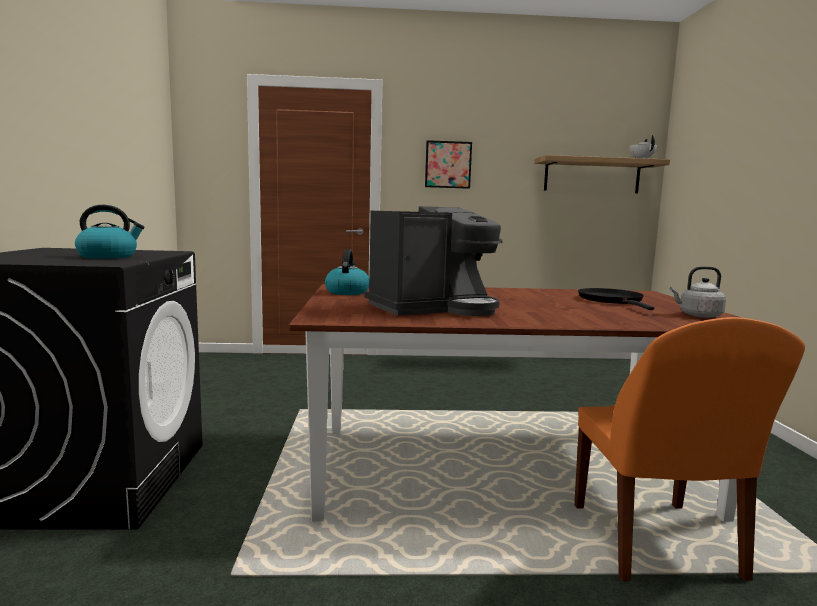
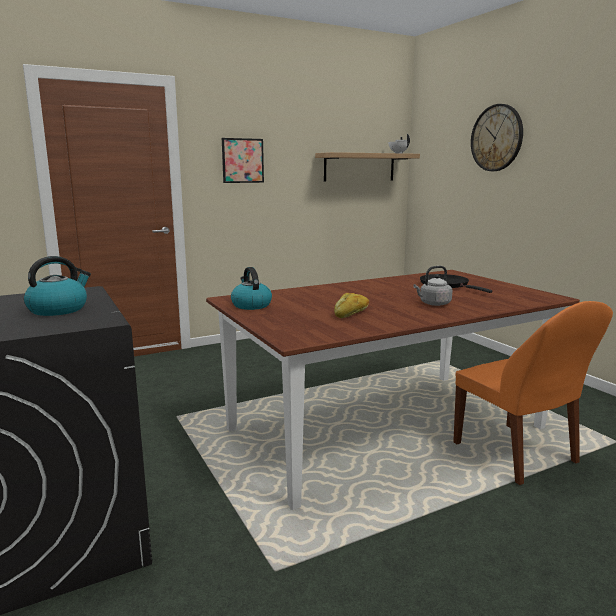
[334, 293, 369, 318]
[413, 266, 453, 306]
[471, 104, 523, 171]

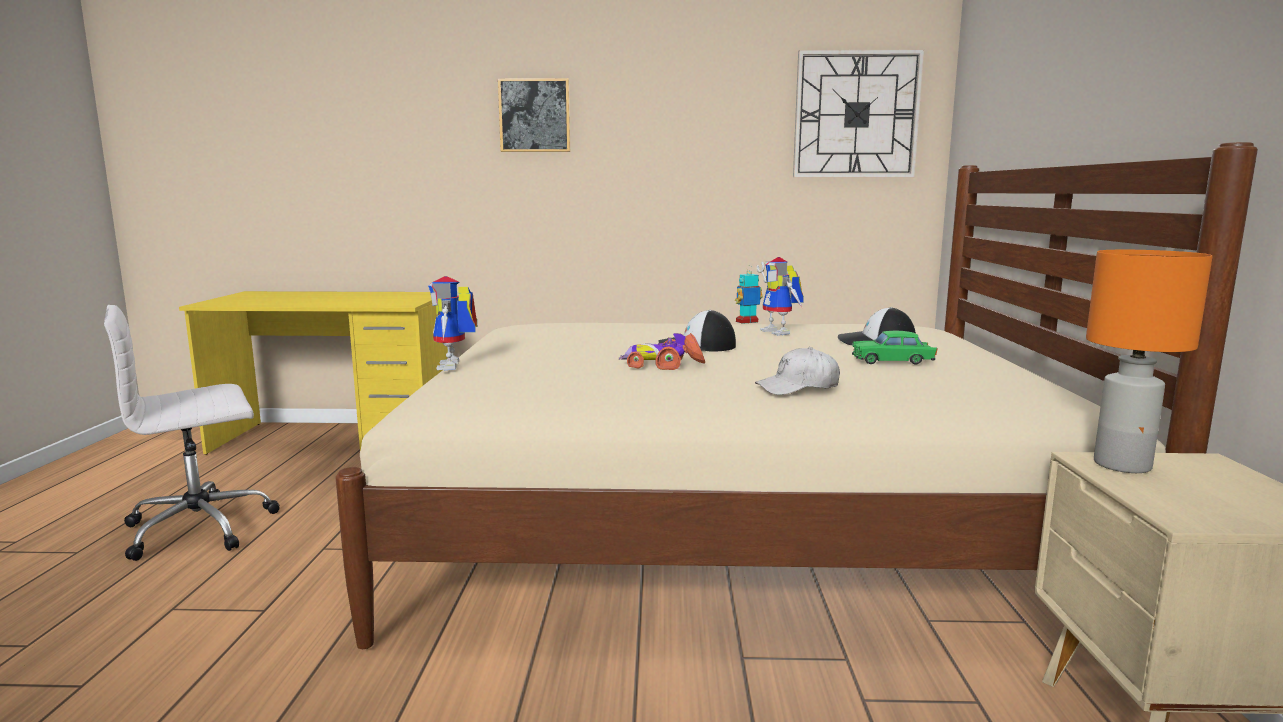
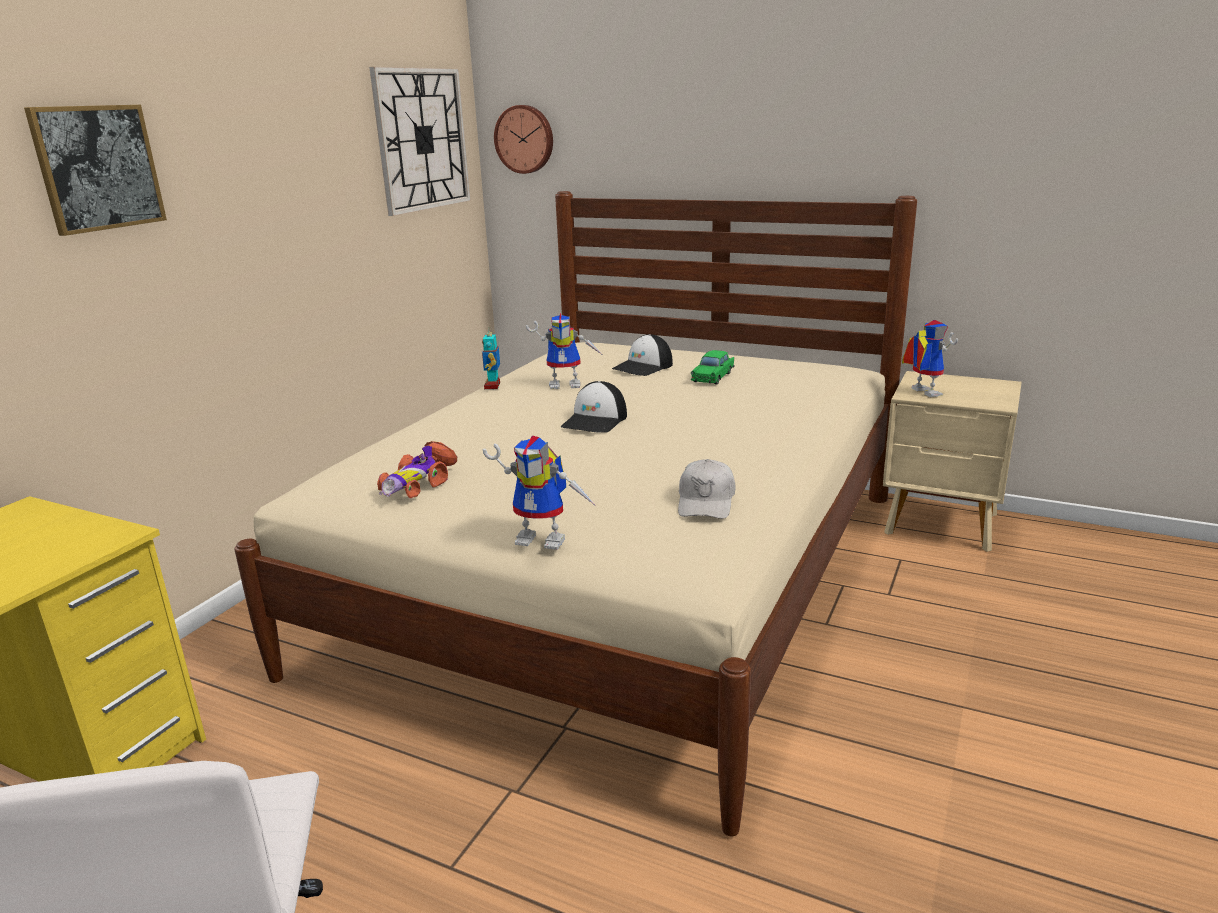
[902, 320, 958, 397]
[377, 441, 457, 498]
[678, 459, 736, 519]
[494, 105, 553, 174]

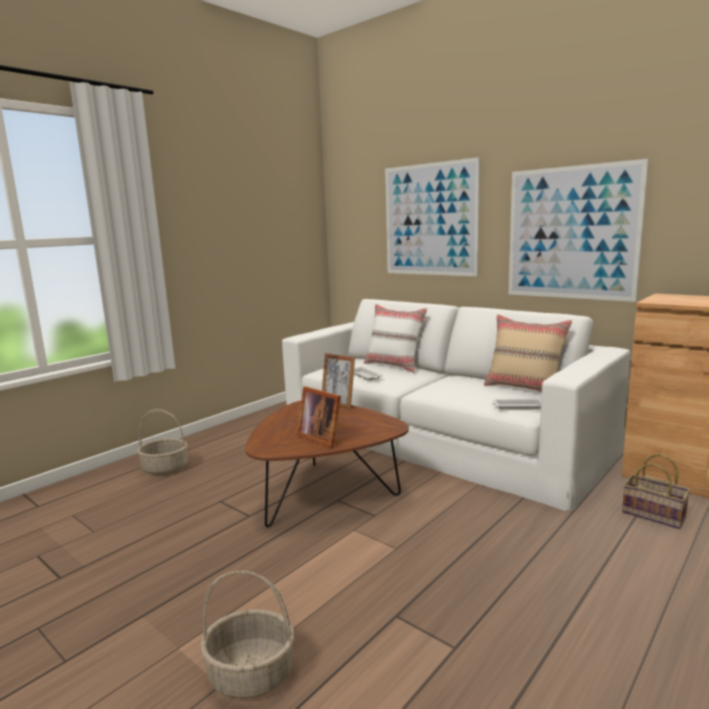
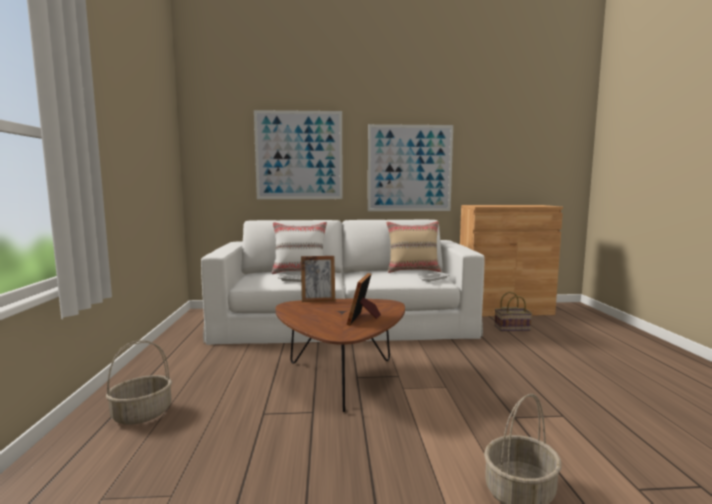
[346, 273, 381, 326]

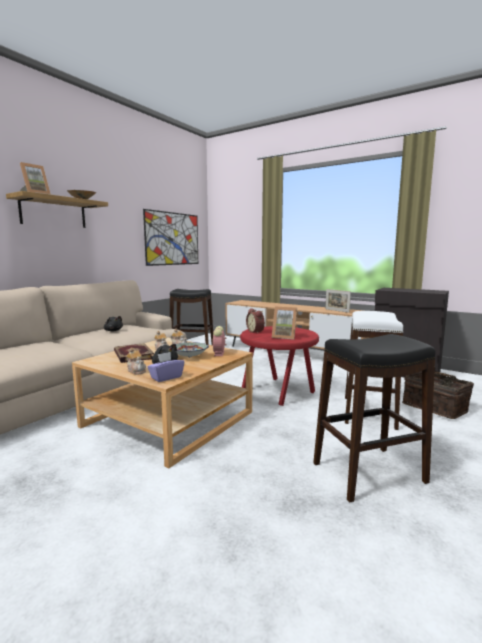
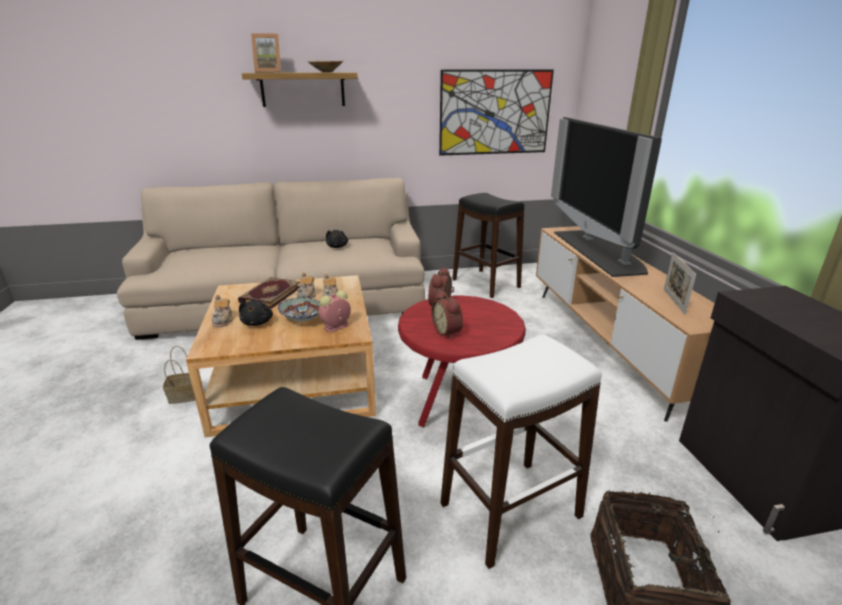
[431, 290, 463, 339]
[147, 352, 184, 382] (first image)
[551, 117, 662, 277]
[163, 346, 195, 404]

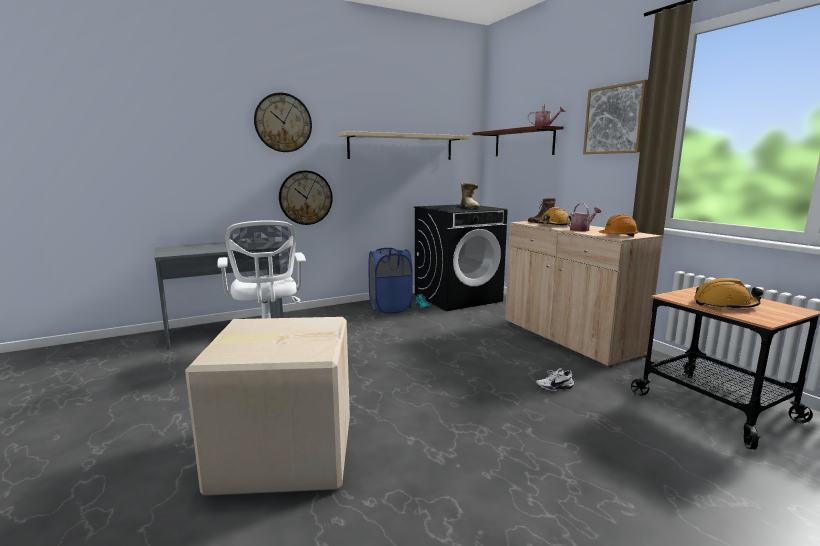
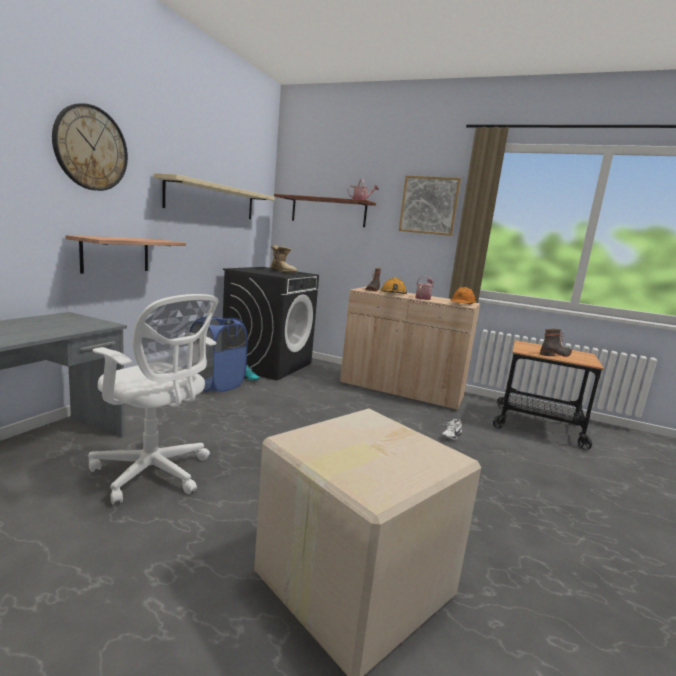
[65, 235, 186, 274]
[540, 329, 572, 357]

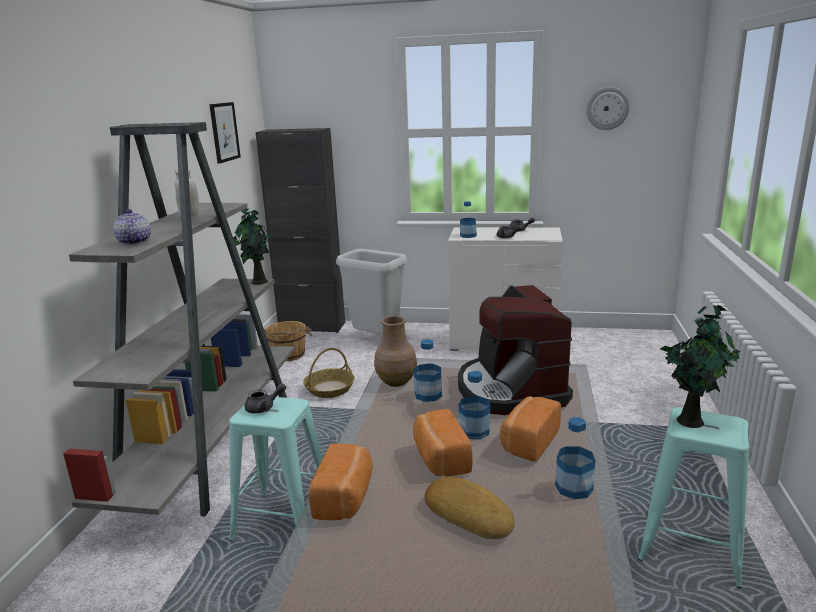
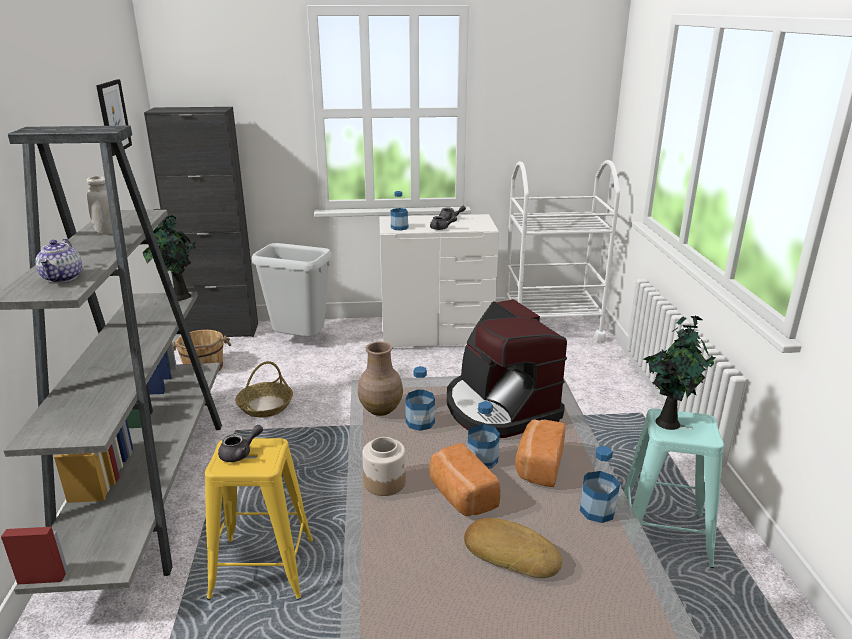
[586, 87, 630, 130] (first image)
[35, 239, 82, 283]
[205, 438, 313, 600]
[309, 443, 373, 520] (first image)
[505, 160, 620, 343]
[362, 437, 406, 496]

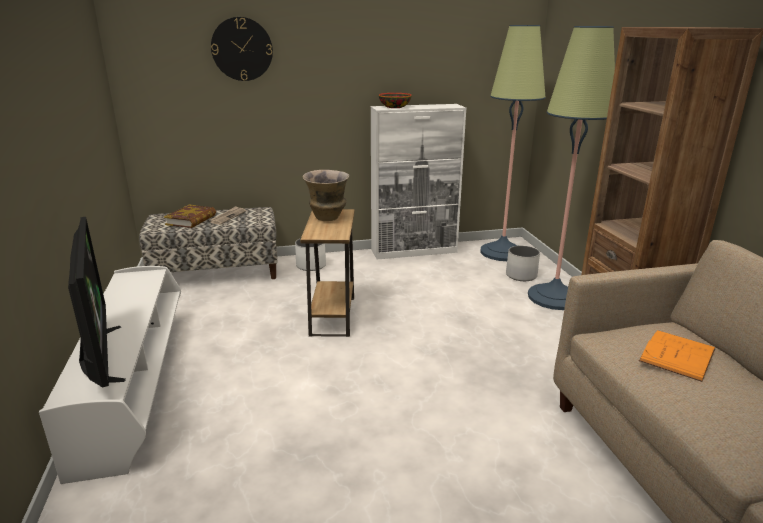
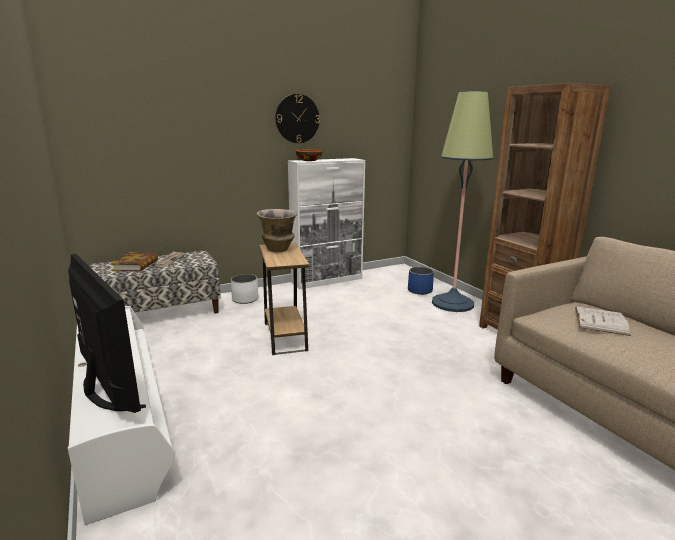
[275, 94, 320, 143]
[481, 25, 546, 261] (first image)
[408, 267, 434, 295]
[575, 306, 631, 336]

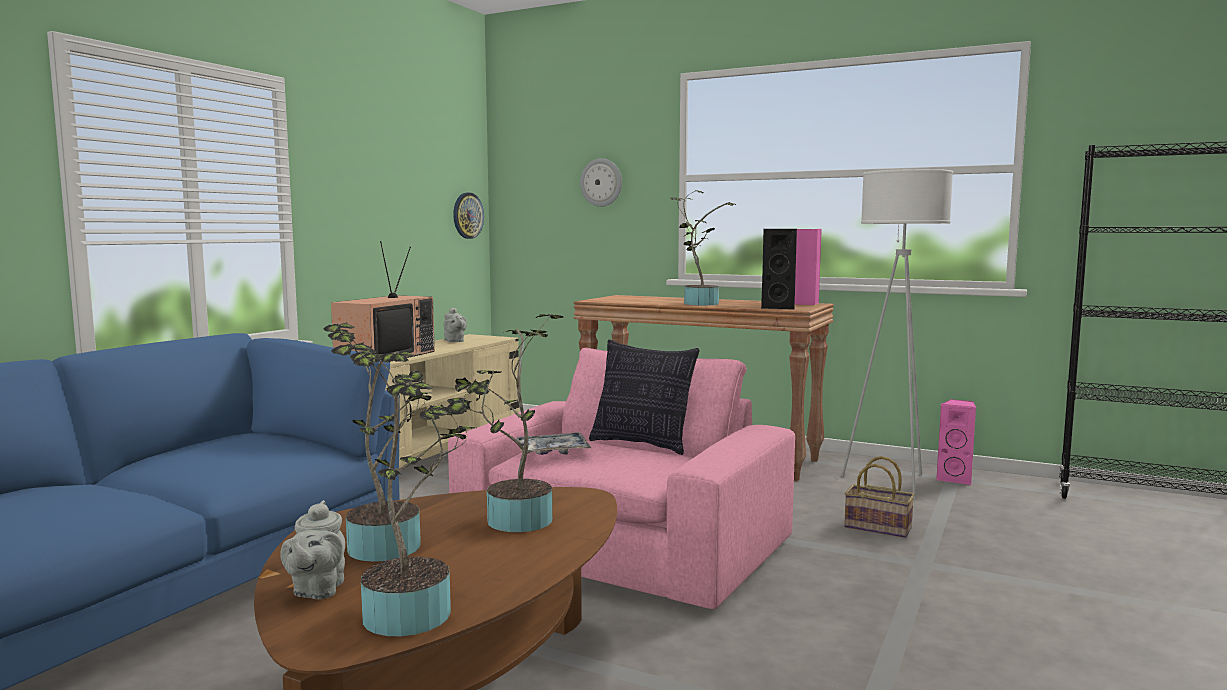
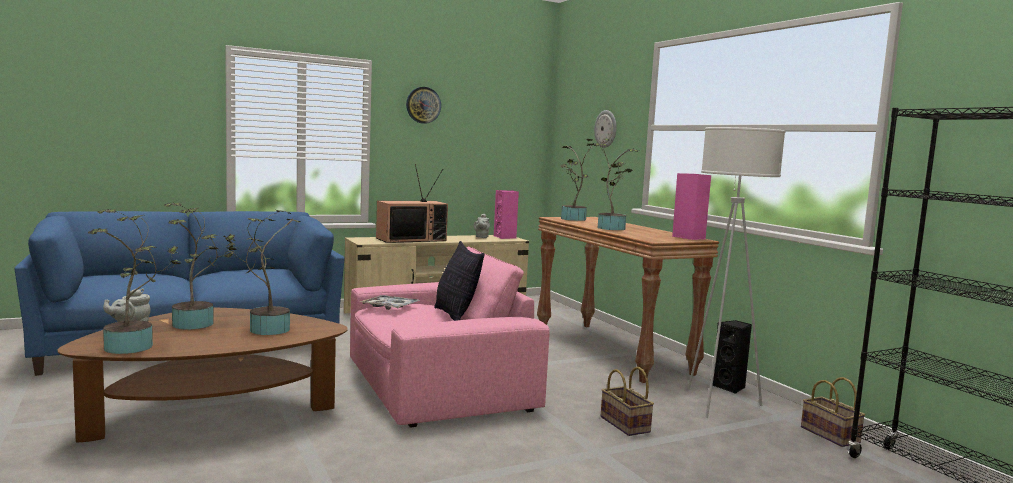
[406, 87, 441, 124]
[713, 320, 752, 394]
[494, 190, 519, 239]
[560, 139, 596, 221]
[801, 377, 865, 447]

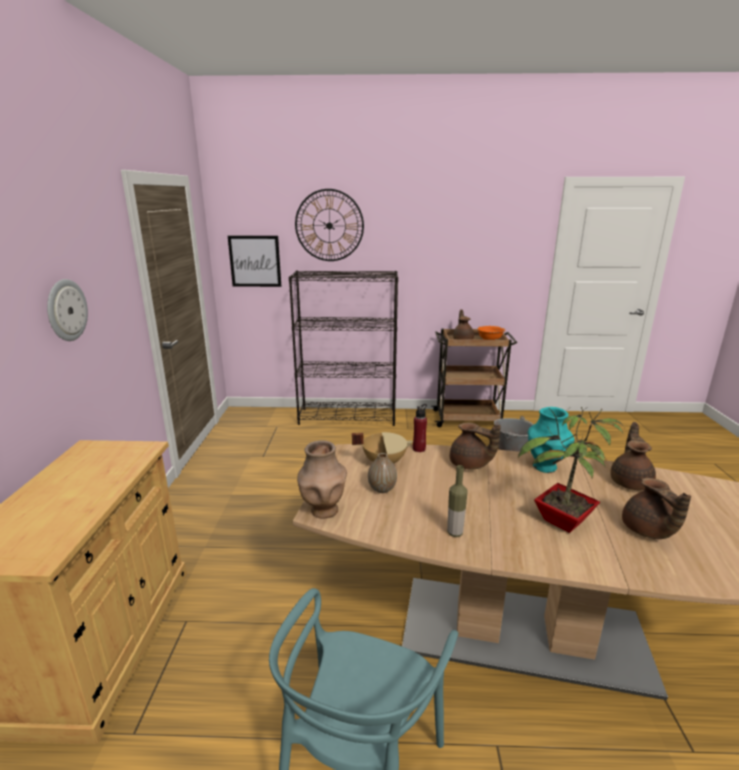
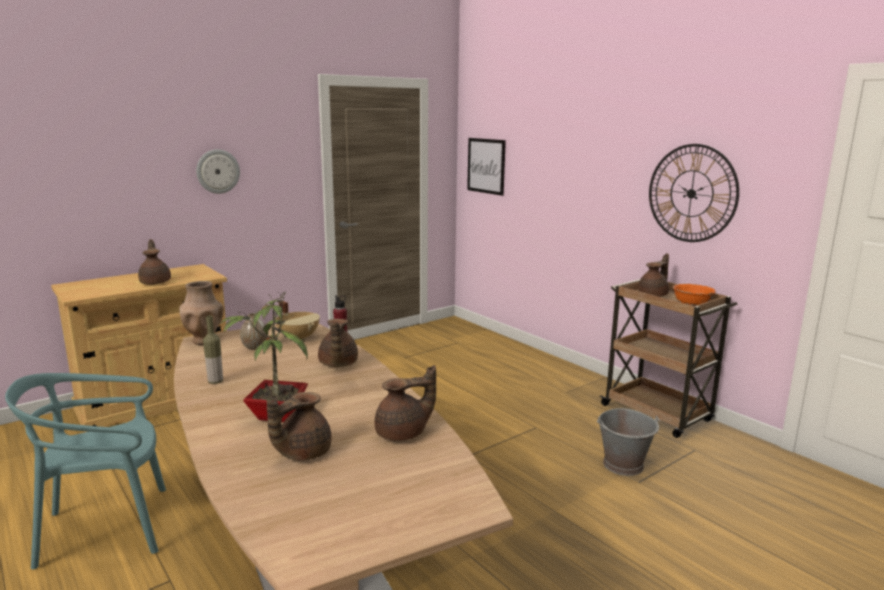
[649, 144, 739, 242]
[289, 270, 398, 426] (first image)
[528, 407, 575, 473] (first image)
[138, 239, 171, 285]

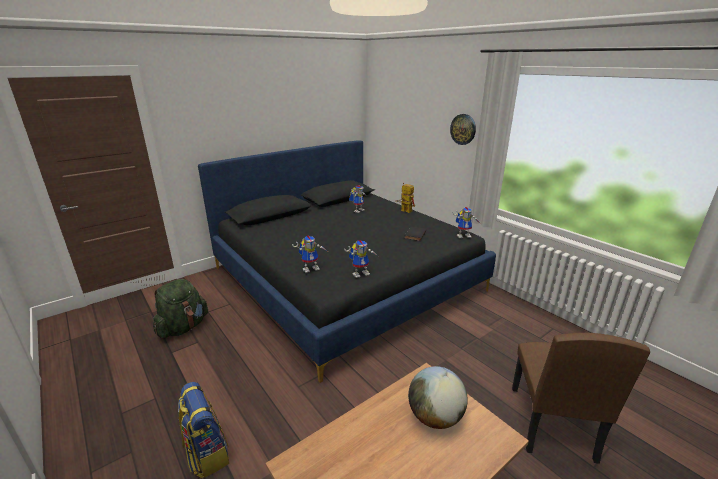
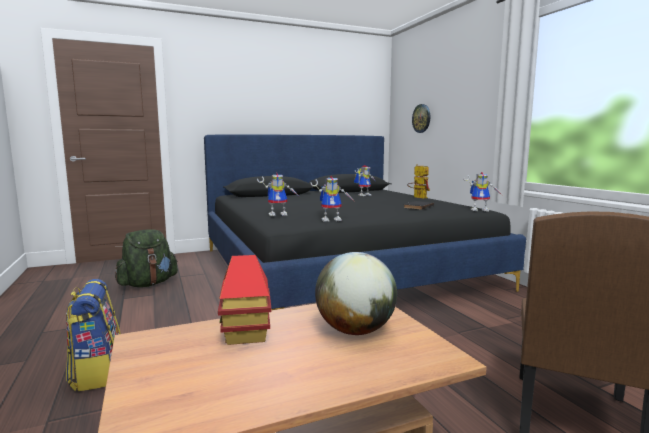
[412, 104, 430, 133]
[218, 255, 272, 345]

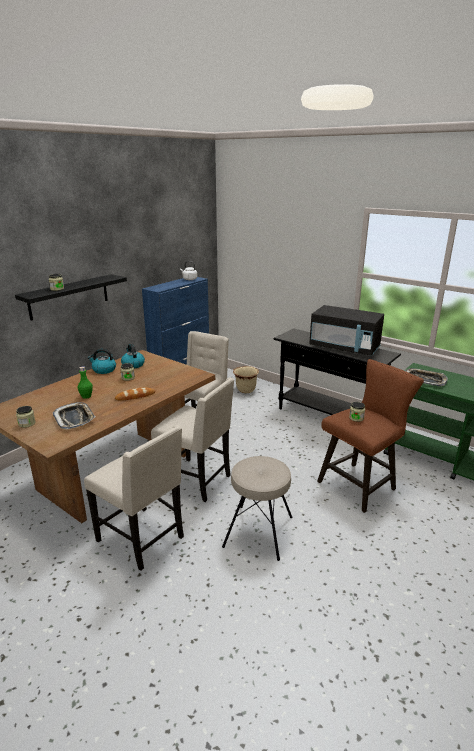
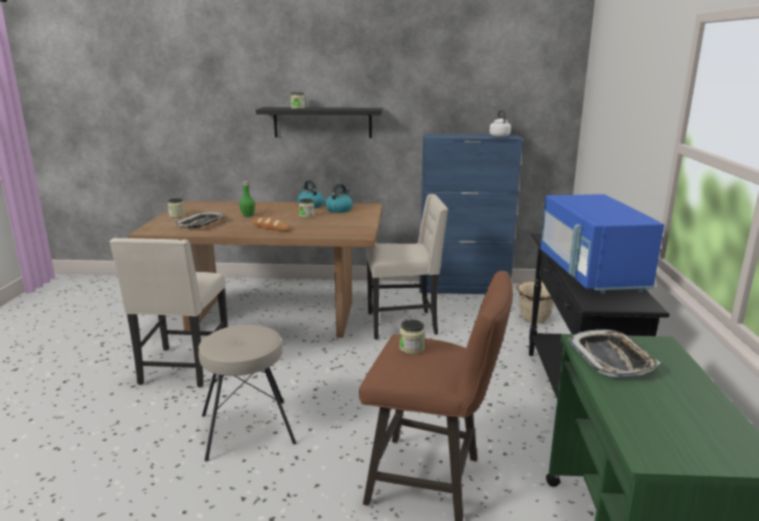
[541, 194, 664, 294]
[151, 377, 234, 502] (first image)

